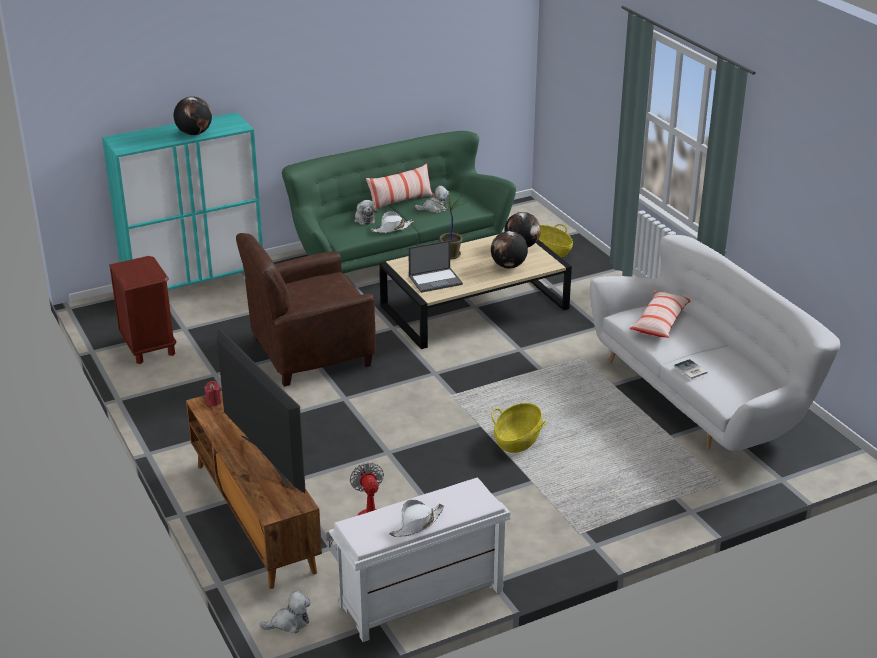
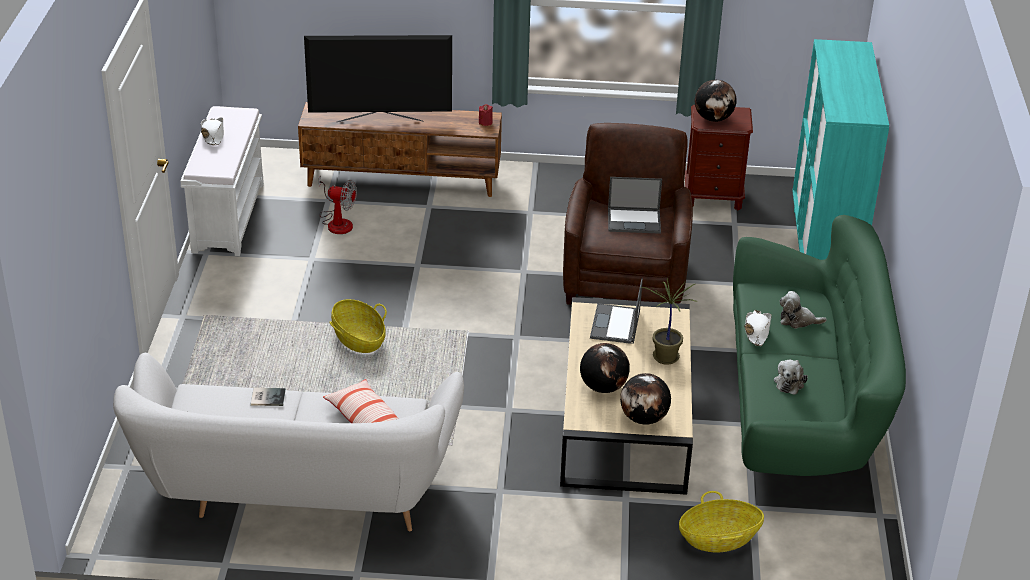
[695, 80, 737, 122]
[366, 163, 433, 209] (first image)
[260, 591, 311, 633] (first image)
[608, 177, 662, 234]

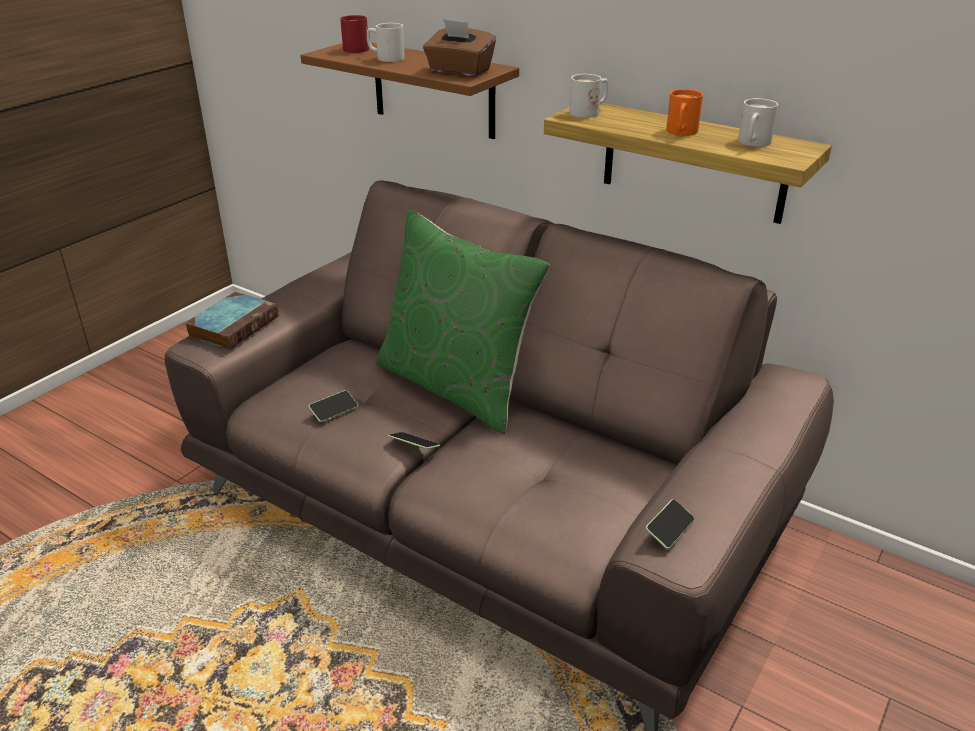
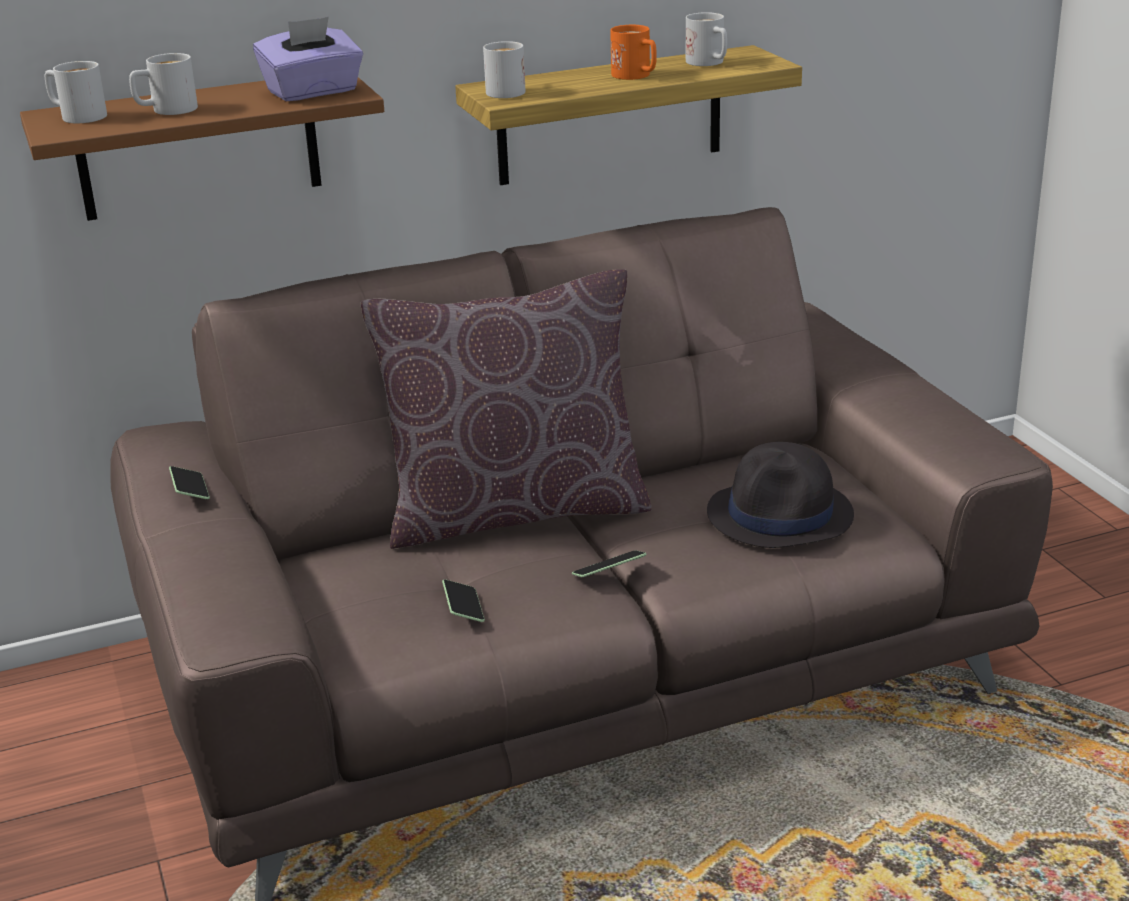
[45, 61, 107, 123]
[253, 17, 363, 101]
[361, 269, 652, 549]
[185, 292, 278, 350] (first image)
[169, 466, 210, 499]
[707, 442, 854, 548]

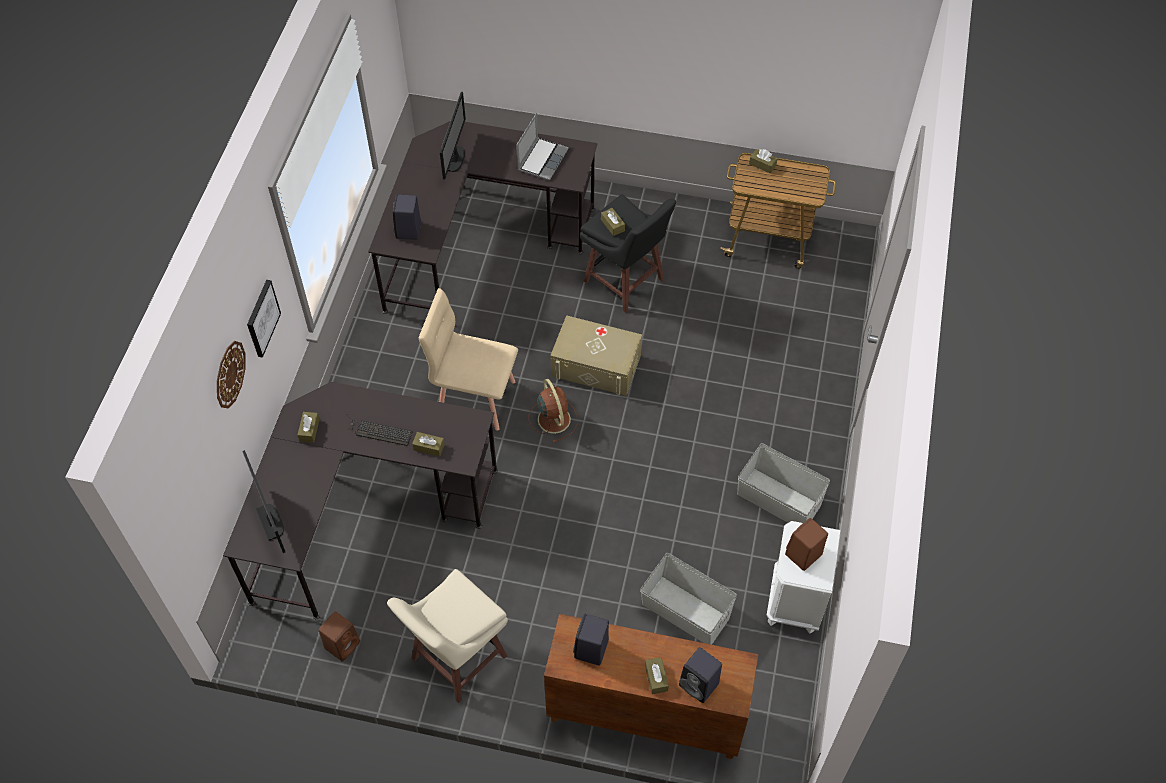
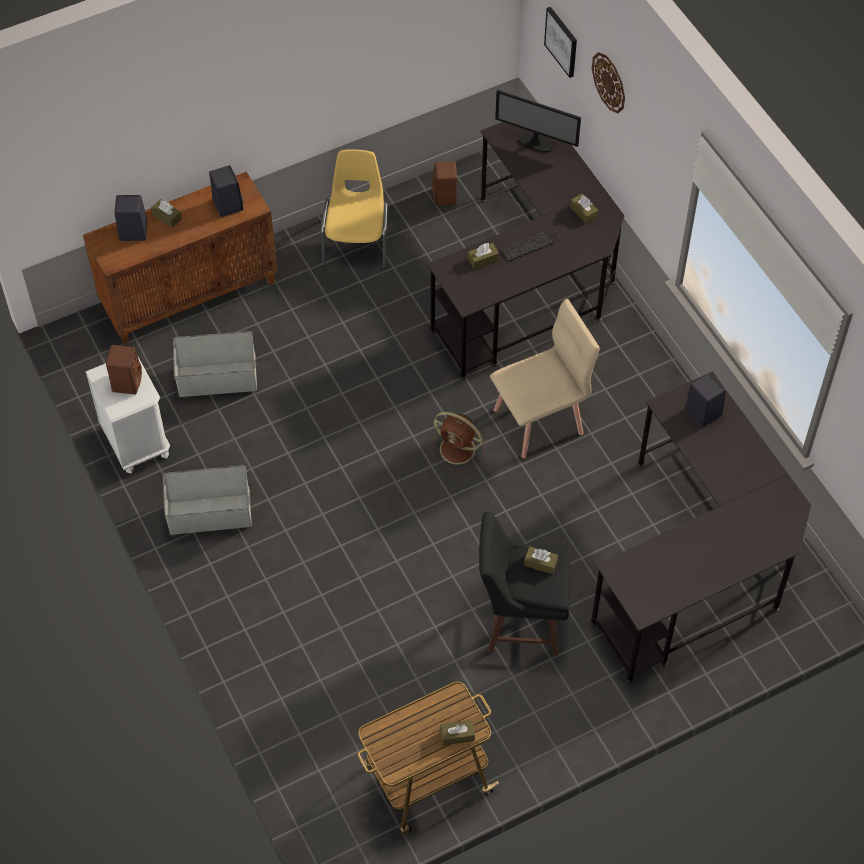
[440, 92, 466, 179] (first image)
[516, 113, 569, 181] (first image)
[544, 7, 577, 78]
[550, 315, 642, 396] (first image)
[321, 149, 389, 268]

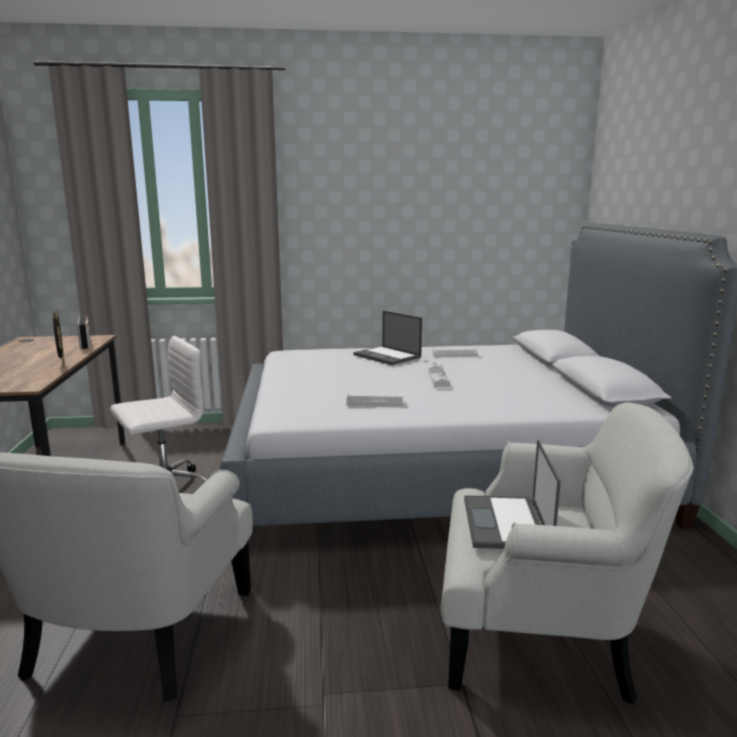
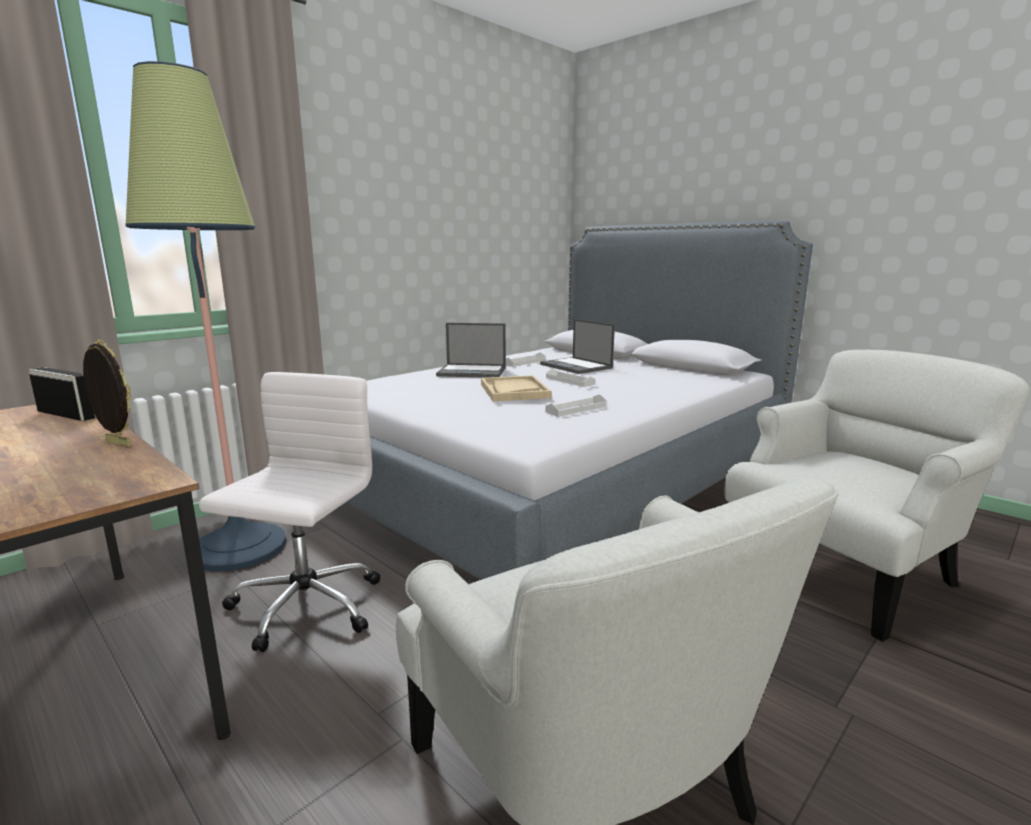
[540, 319, 615, 374]
[125, 61, 287, 572]
[481, 375, 551, 401]

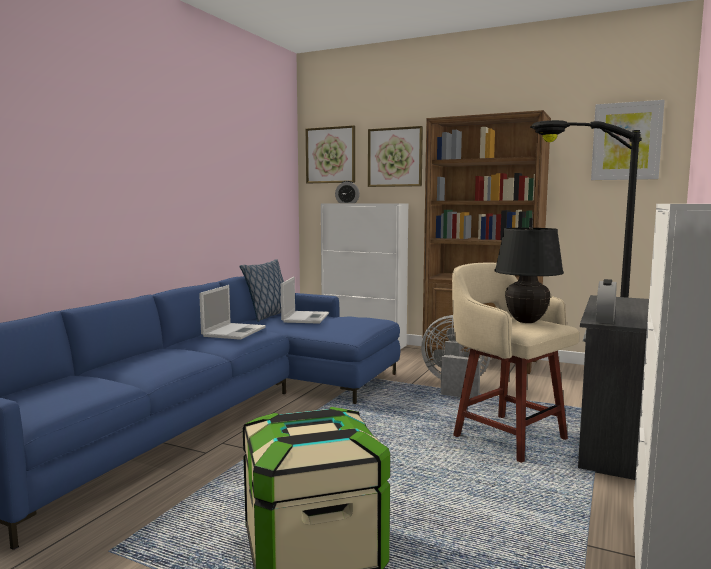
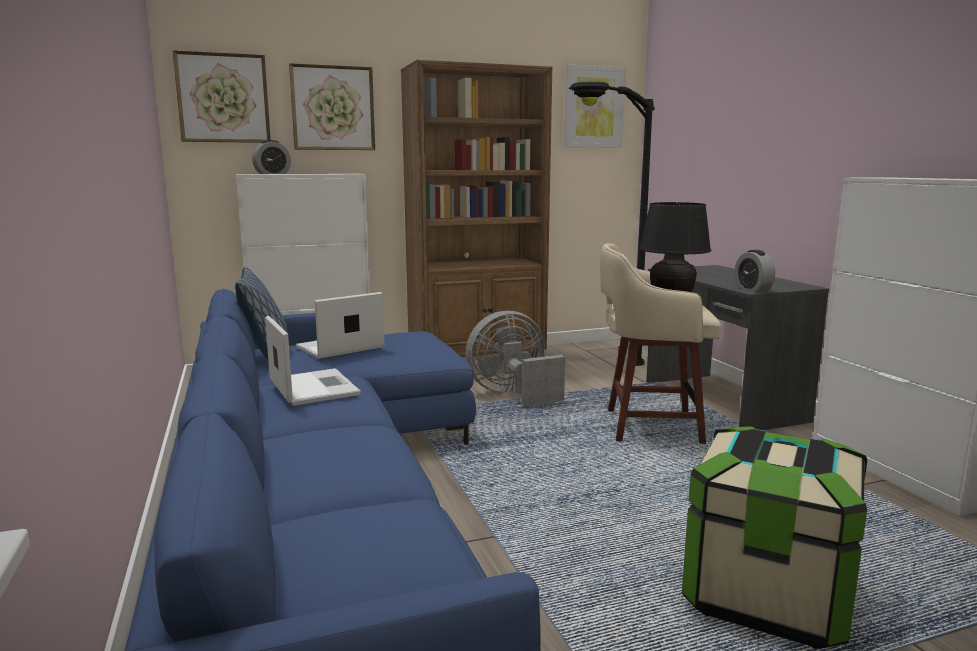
[296, 292, 384, 359]

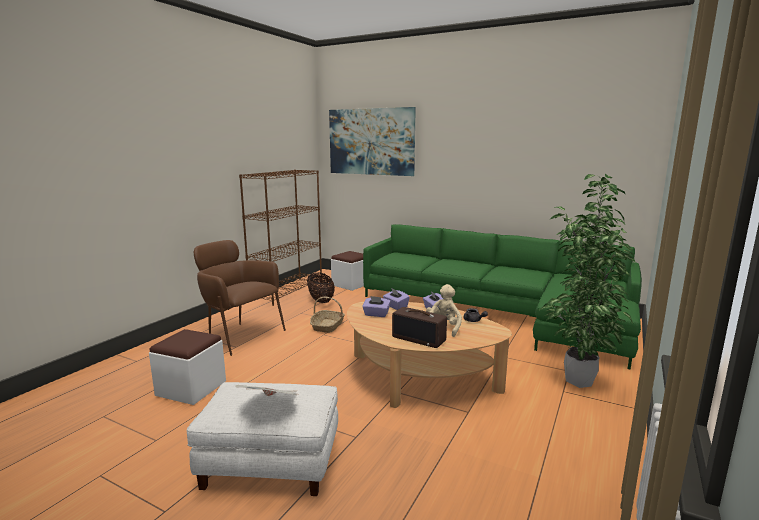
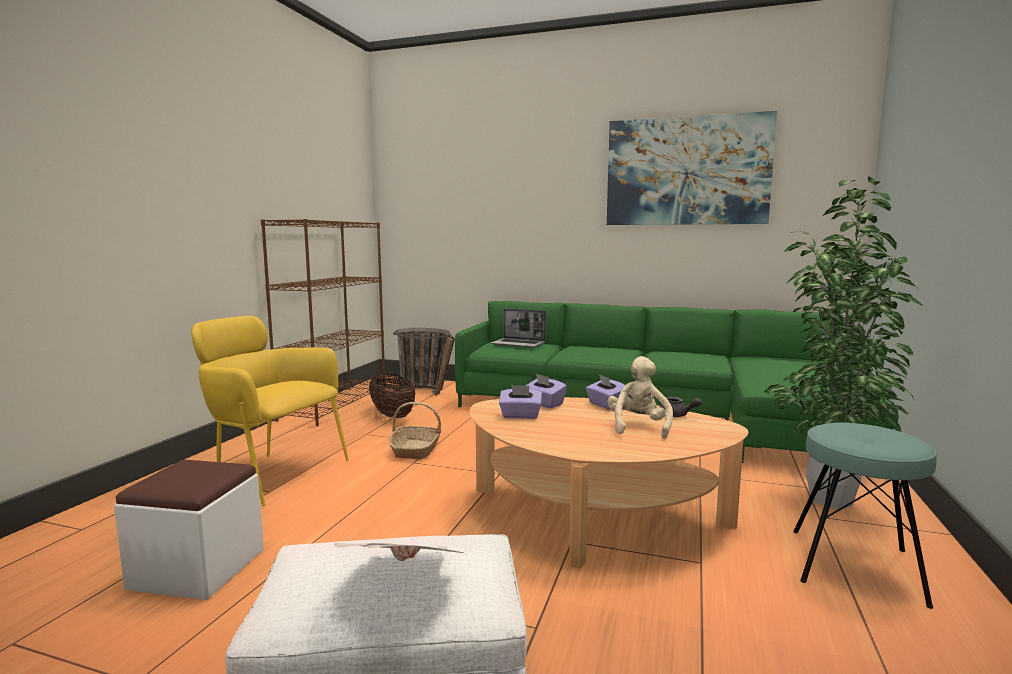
[607, 111, 777, 225]
[191, 316, 349, 506]
[393, 328, 455, 396]
[392, 307, 447, 348] (first image)
[491, 309, 546, 348]
[793, 423, 937, 609]

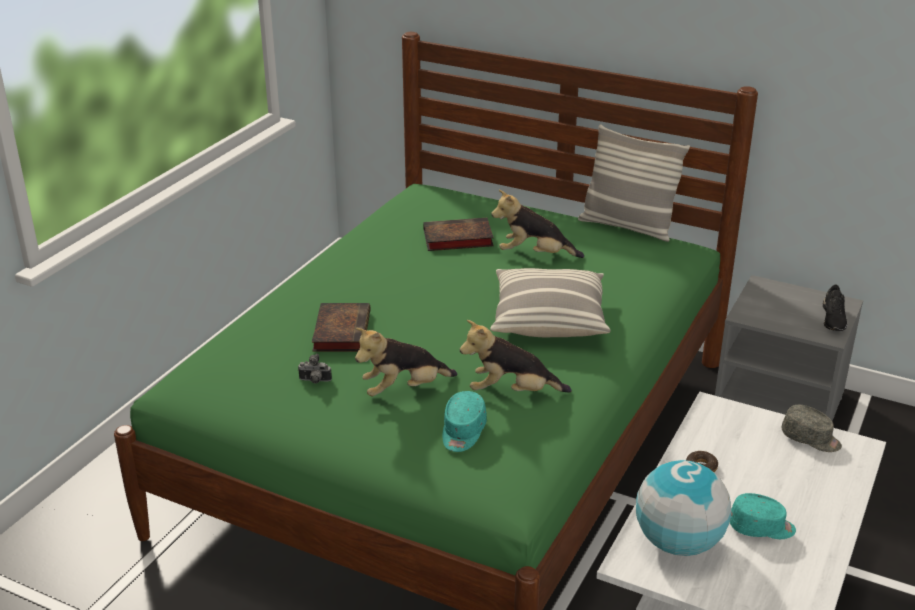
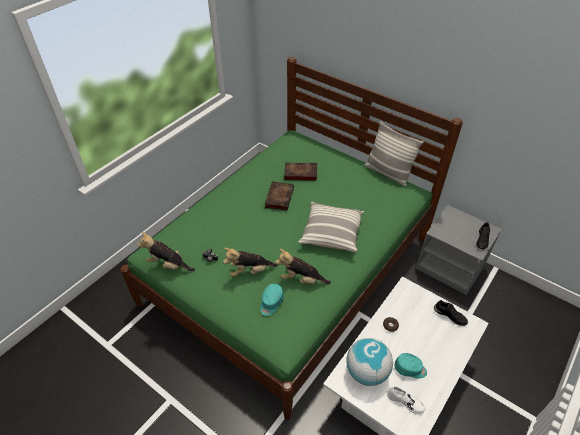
[138, 232, 195, 271]
[265, 182, 294, 210]
[434, 300, 468, 326]
[387, 387, 426, 414]

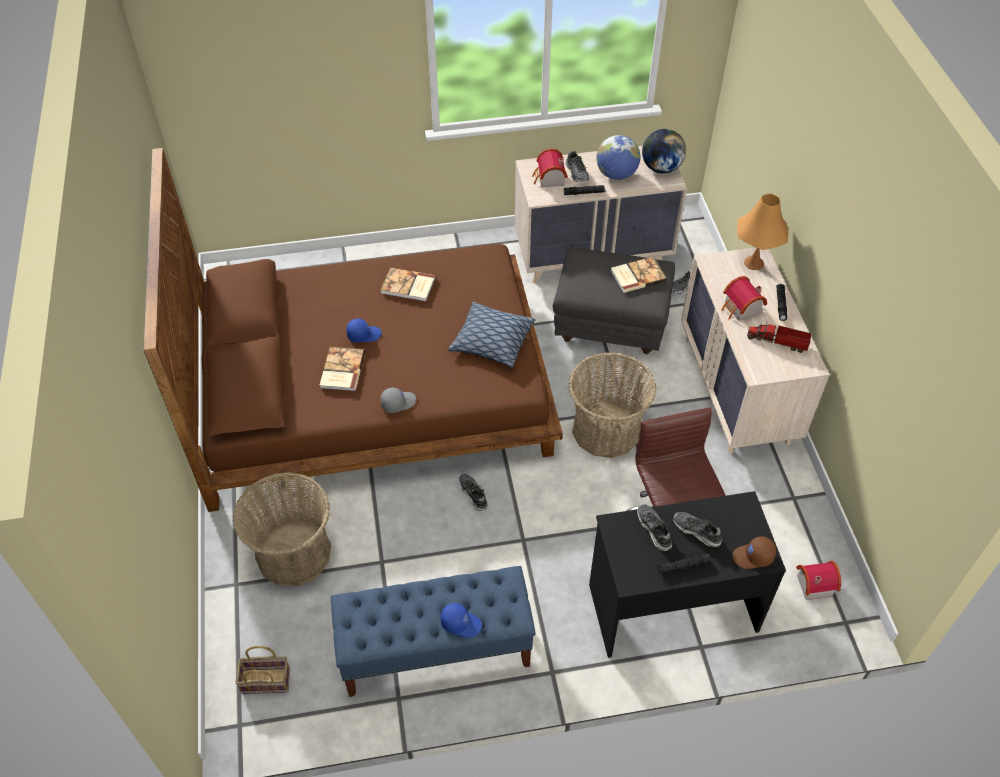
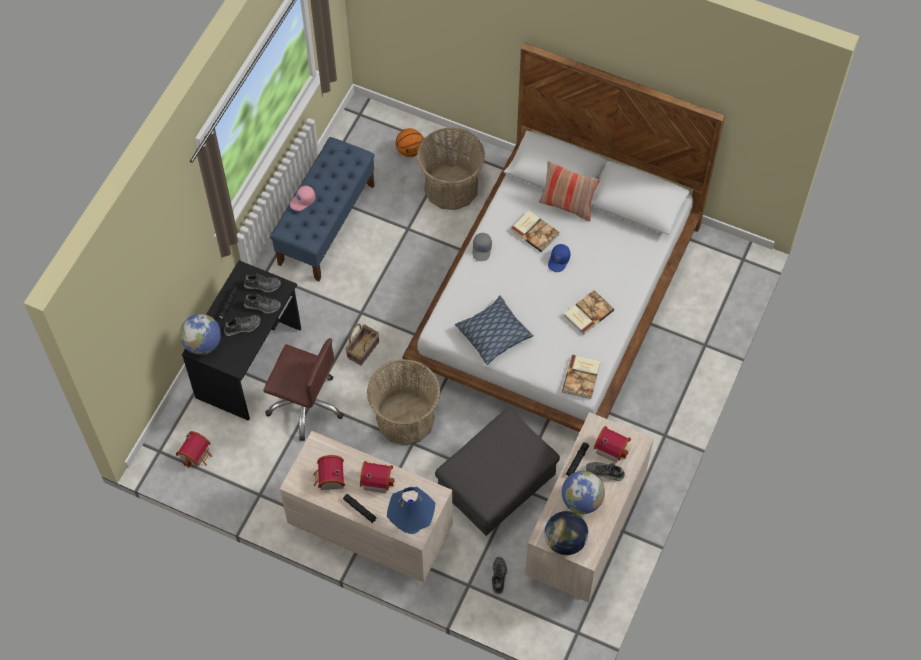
[403, 42, 725, 432]
[387, 487, 435, 534]
[562, 355, 601, 399]
[313, 455, 345, 490]
[244, 273, 281, 292]
[180, 314, 221, 355]
[290, 186, 316, 211]
[345, 323, 379, 366]
[395, 128, 423, 157]
[539, 161, 599, 221]

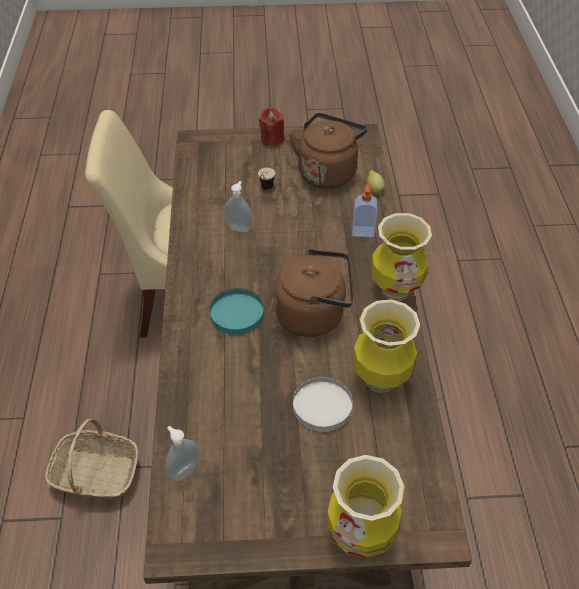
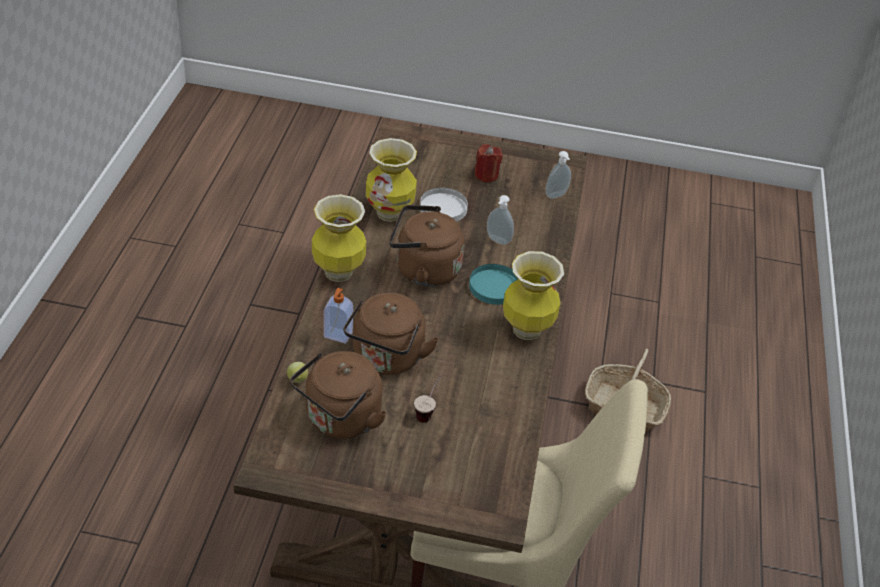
[475, 144, 503, 182]
[487, 195, 514, 245]
[503, 251, 564, 340]
[343, 293, 439, 375]

